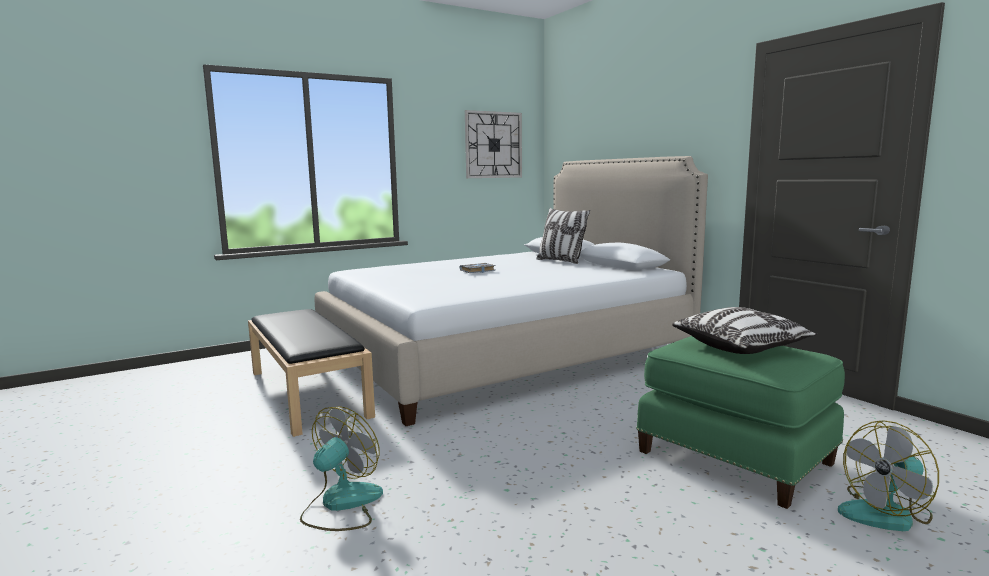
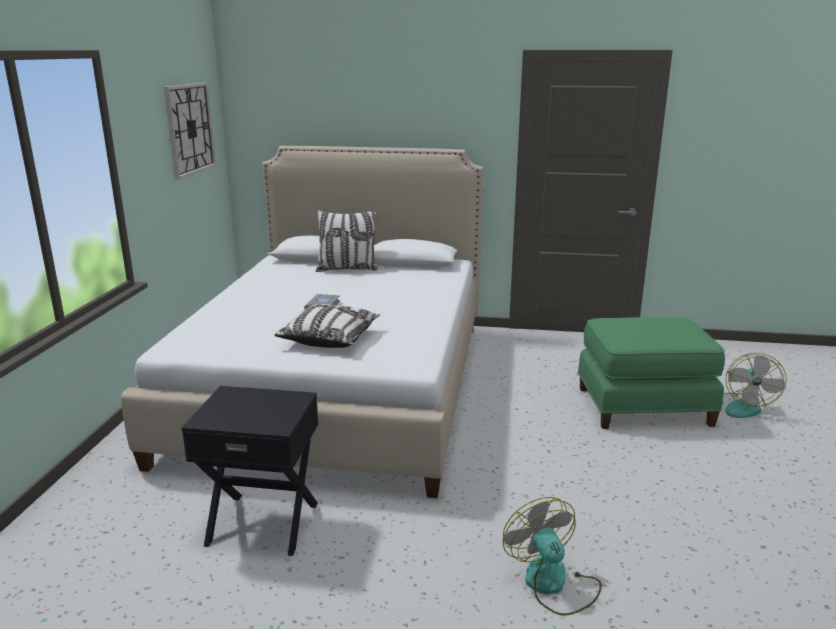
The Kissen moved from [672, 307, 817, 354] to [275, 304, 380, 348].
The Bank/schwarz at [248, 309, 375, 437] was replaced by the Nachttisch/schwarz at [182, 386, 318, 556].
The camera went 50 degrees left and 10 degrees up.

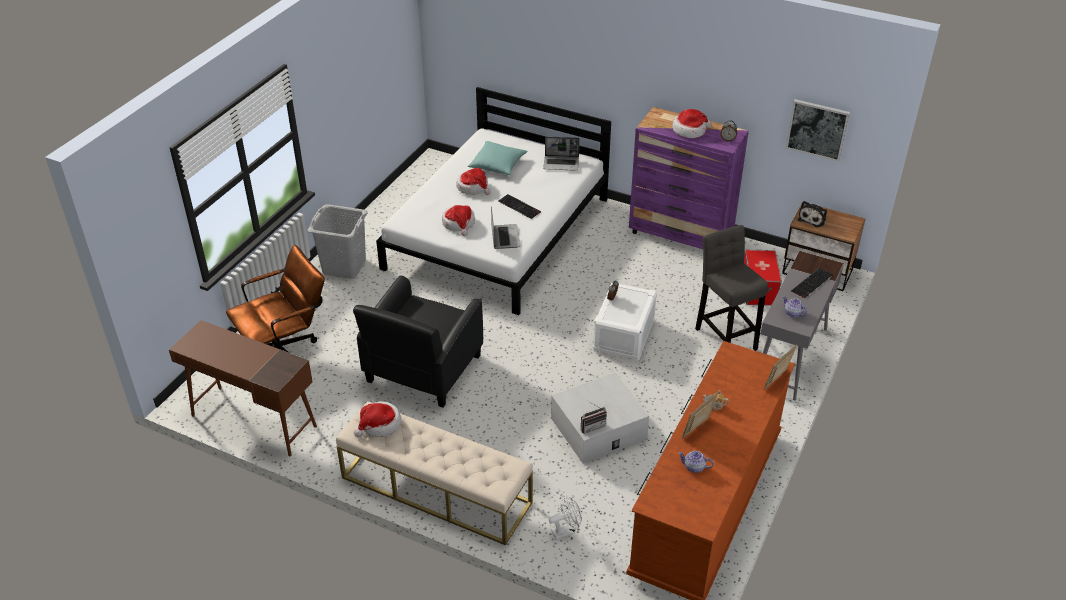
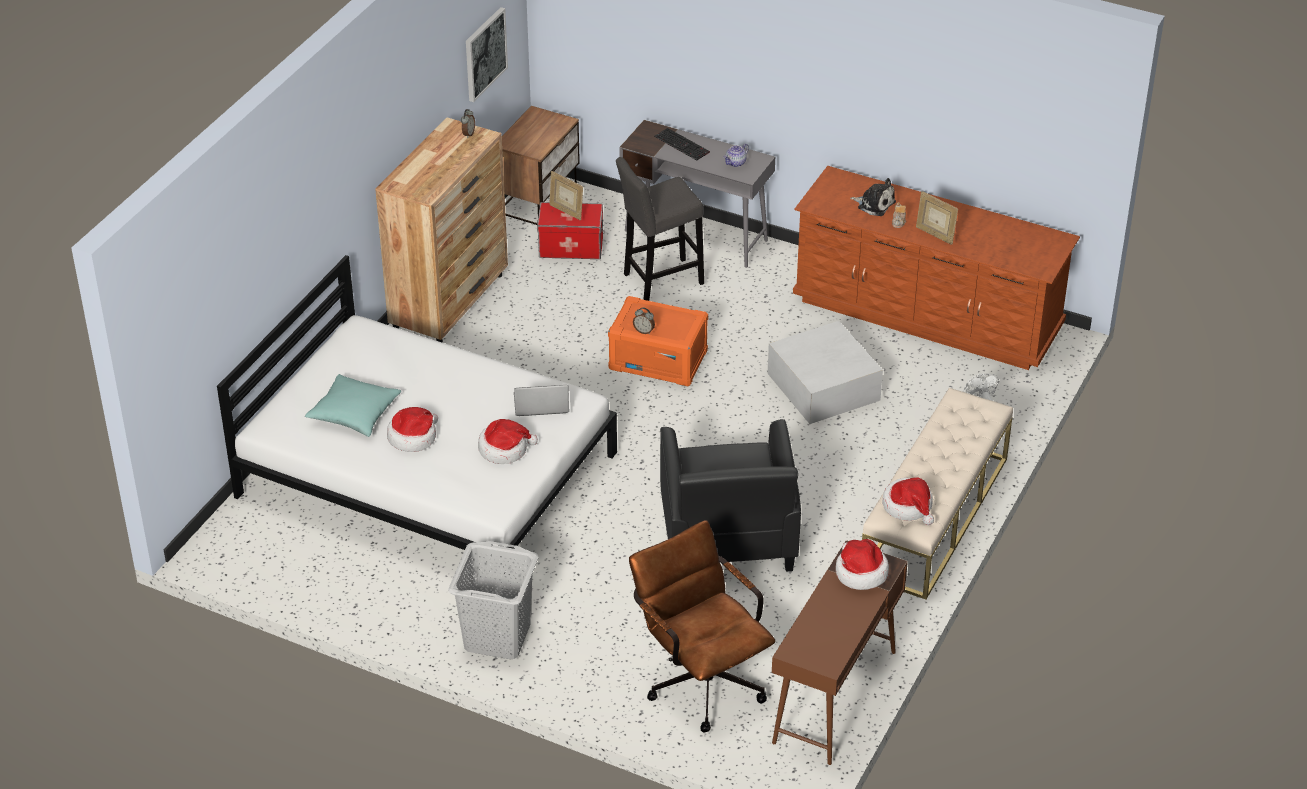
The Tastatur at [498, 194, 541, 219] disappeared.
The Laptop at [543, 136, 580, 171] disappeared.
The Radio at [581, 401, 607, 434] disappeared.
The Teekanne at [678, 451, 714, 473] disappeared.
The Hut moved from [672, 109, 712, 138] to [836, 539, 889, 590].
The Bilderrahmen moved from [764, 345, 797, 390] to [549, 171, 583, 220].
The Plüschtier moved from [798, 201, 827, 227] to [850, 178, 896, 216].
The Aufbewahrungsbox/weiß at [593, 283, 657, 361] became the Aufbewahrungsbox/orange at [608, 296, 708, 386].
The Kommode/lila at [629, 107, 749, 249] became the Kommode/braun at [375, 118, 508, 343].
The Sessel/schwarz at [353, 275, 483, 408] turned 60 degrees clockwise.
The camera went 90 degrees left and 0 degrees up.

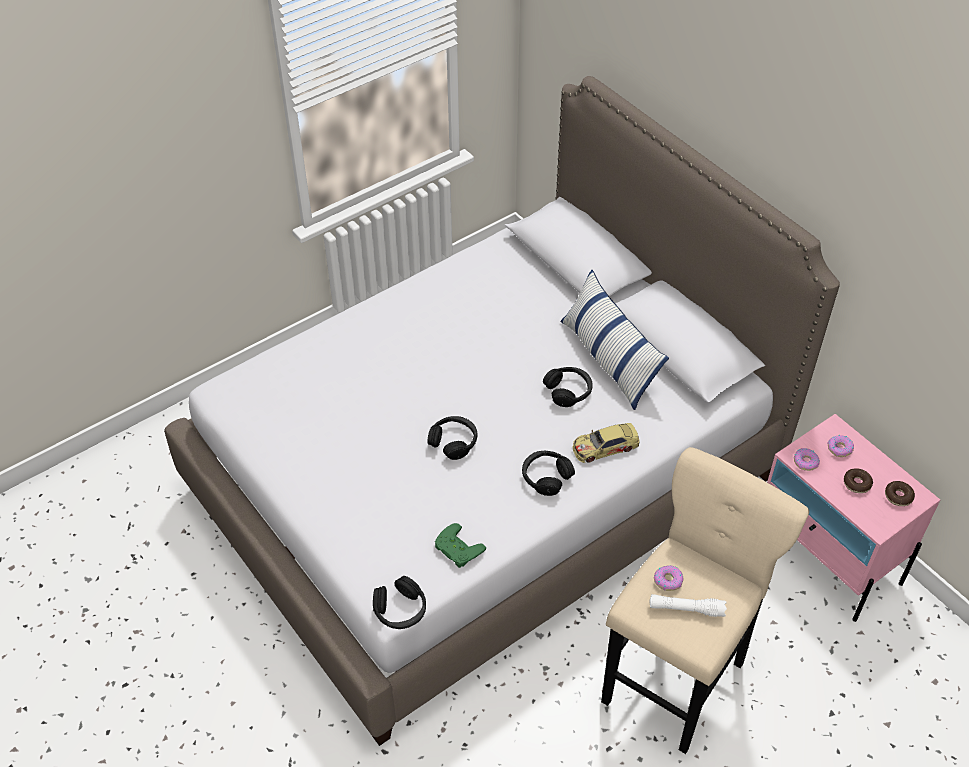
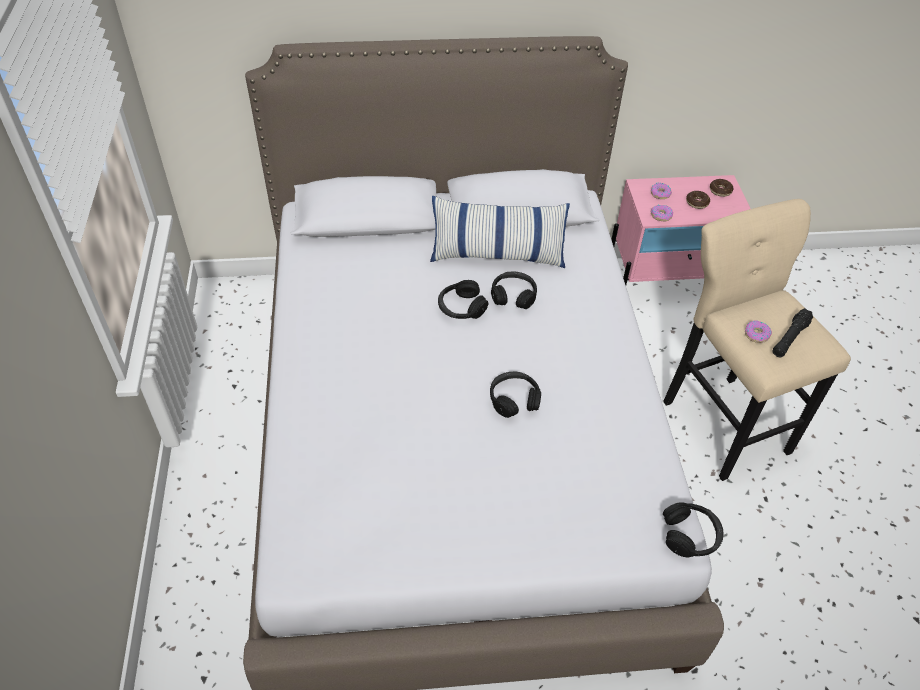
The Gamepad/grün at [435, 523, 486, 568] disappeared.
The Spielzeugauto at [572, 423, 640, 463] disappeared.
The Kopfhörer/schwarz moved from [522, 451, 575, 496] to [438, 280, 488, 319].
The Taschenlampe/weiß at [649, 594, 727, 617] became the Taschenlampe/schwarz at [773, 308, 813, 357].
The camera went 60 degrees left and 0 degrees up.

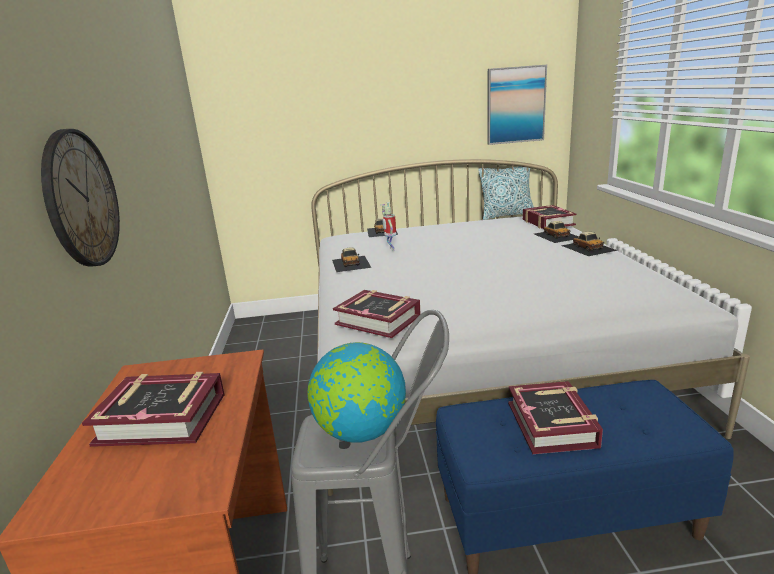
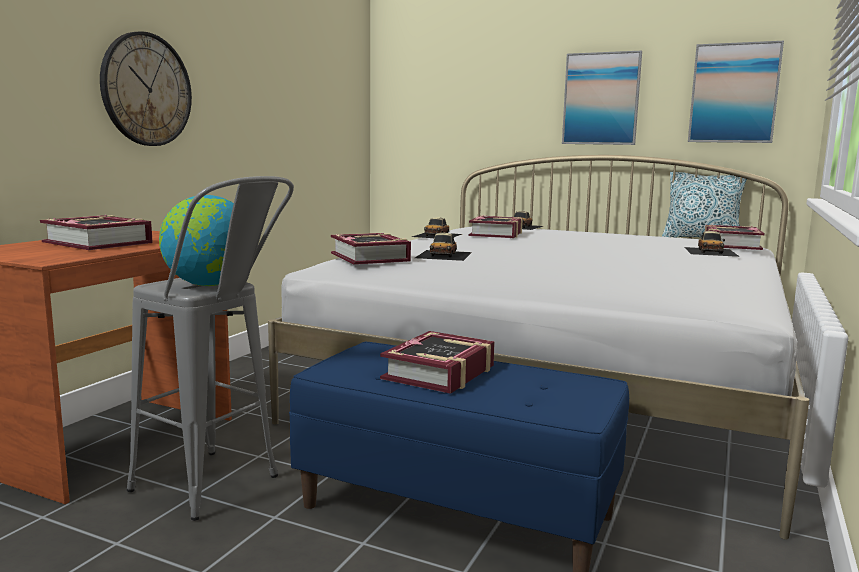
The Bild at [562, 51, 642, 145] appeared.
The Spielzeugauto moved from [561, 232, 618, 256] to [415, 233, 472, 261].
The Spielzeugroboter at [382, 202, 396, 251] was replaced by the Buch at [469, 215, 523, 238].
The camera went 30 degrees right and 10 degrees down.

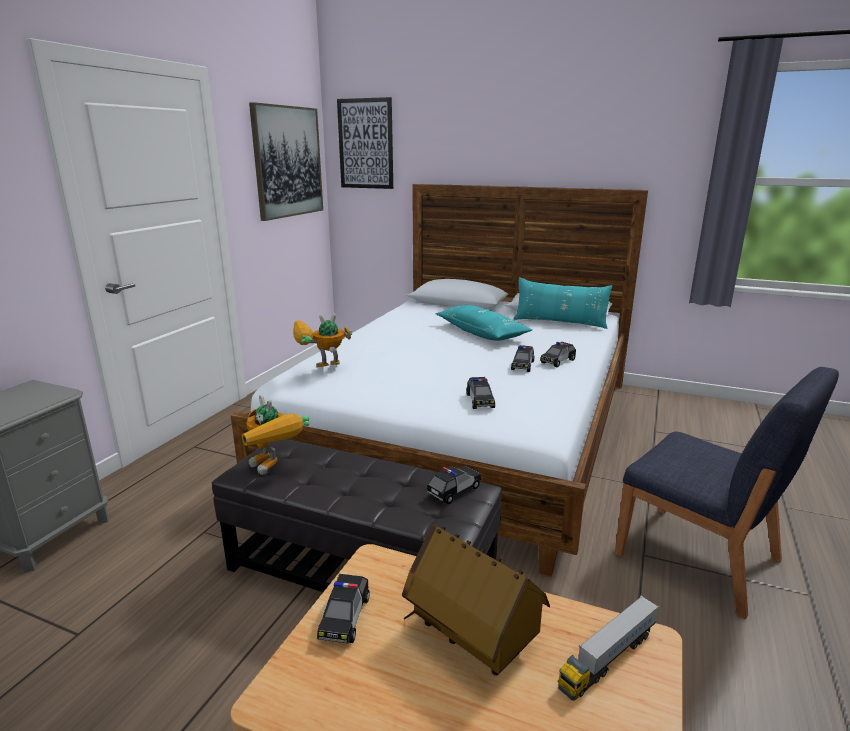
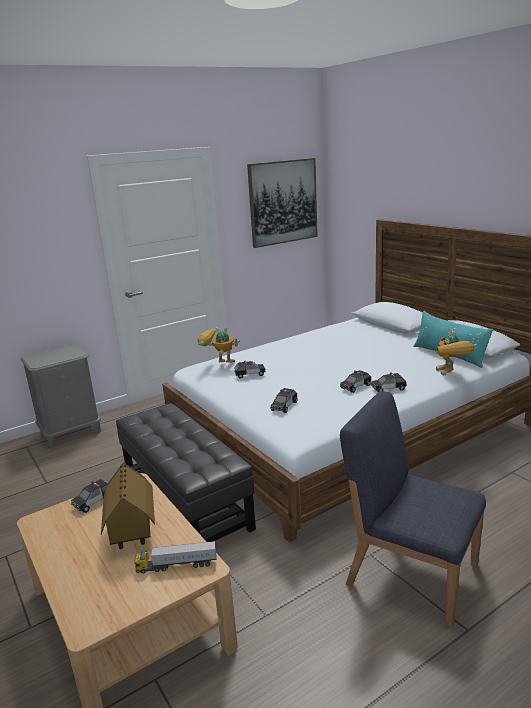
The Bild at [337, 97, 393, 189] disappeared.
The Kissen/türkis at [435, 305, 532, 341] disappeared.
The Spielzeugroboter moved from [242, 395, 310, 475] to [436, 328, 478, 375].
The Spielzeugauto moved from [427, 466, 481, 504] to [234, 360, 266, 379].
The Stuhl/blau at [615, 367, 839, 619] turned 135 degrees clockwise.
The camera went 35 degrees right and 0 degrees up.

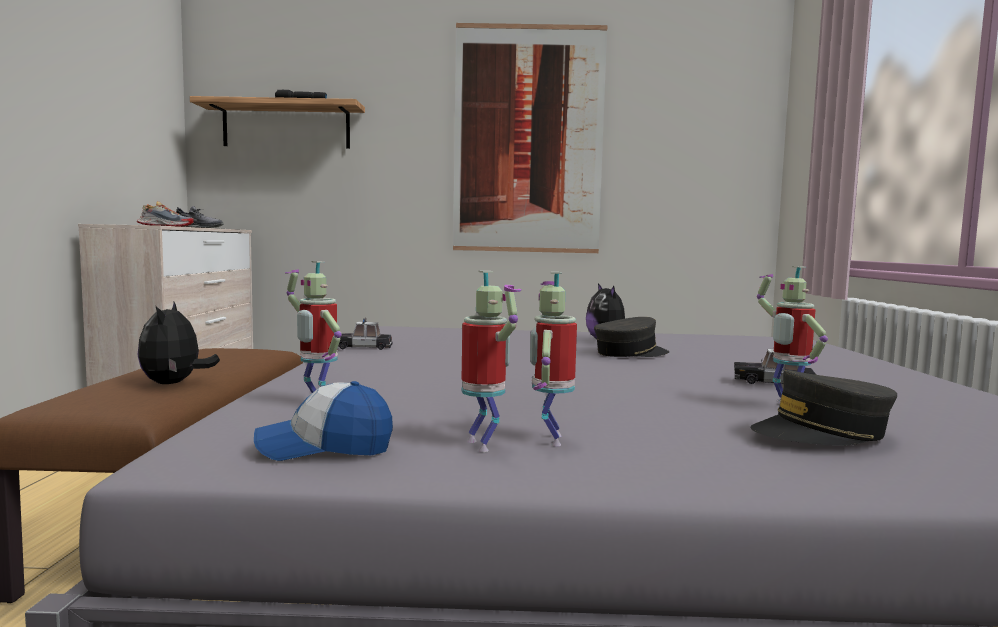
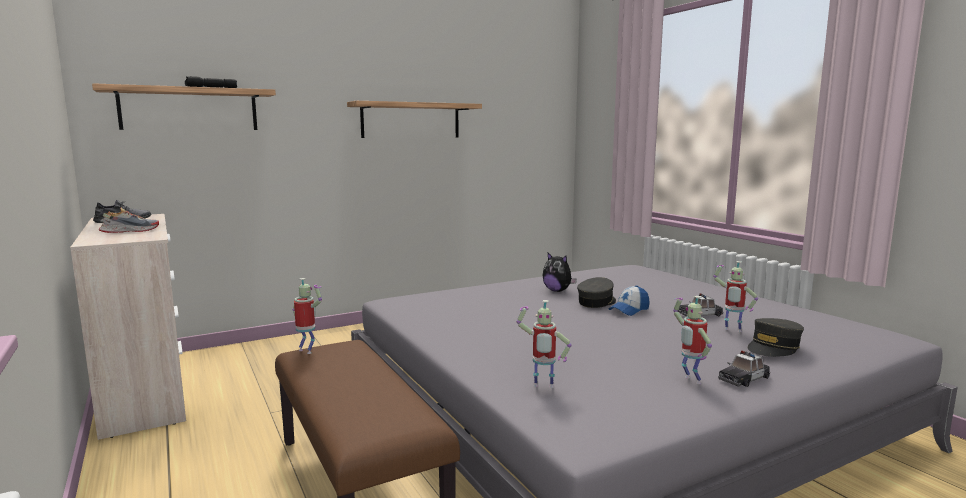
The Plüschtier at [138, 302, 220, 384] disappeared.
The Kappe moved from [254, 381, 393, 461] to [609, 285, 650, 316].
The Spielzeugauto moved from [338, 318, 393, 350] to [718, 351, 771, 387].
The Spielzeugroboter moved from [462, 271, 522, 452] to [292, 278, 322, 354].
The Bild at [453, 23, 607, 253] was replaced by the Wandregal at [347, 101, 482, 138].
The camera went 30 degrees left and 5 degrees up.

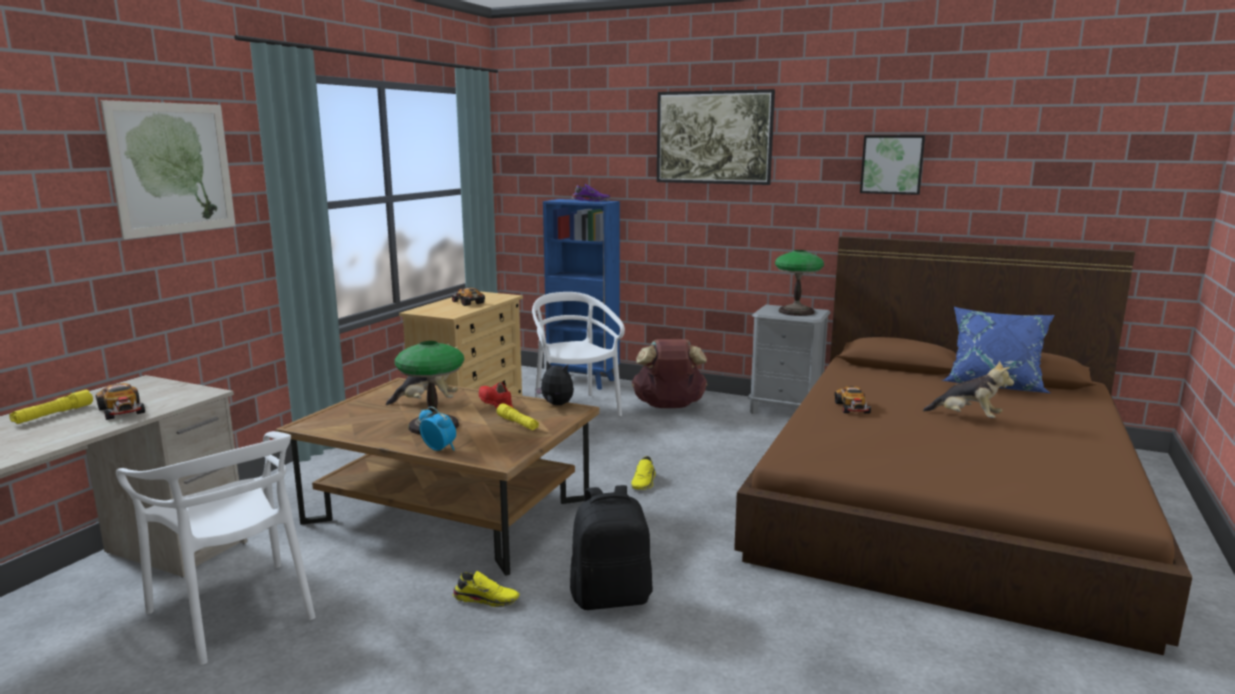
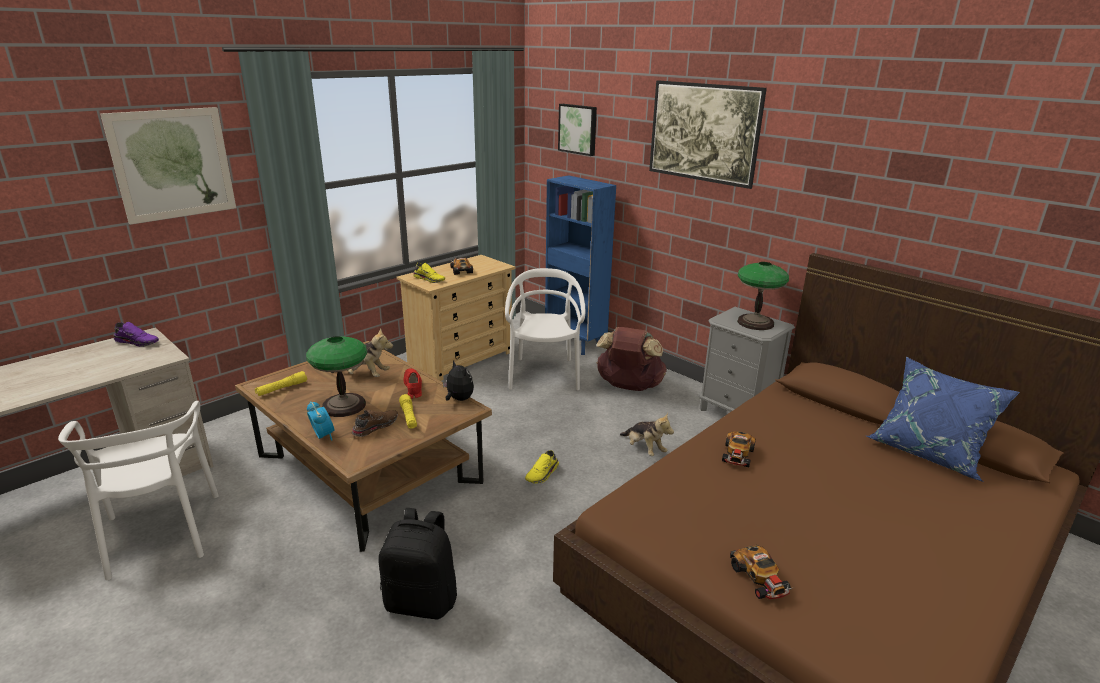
The Schuh/braun at [351, 410, 398, 437] appeared.
The Taschenlampe/gelb moved from [9, 390, 93, 424] to [255, 371, 307, 396].
The Spielzeugauto moved from [96, 383, 145, 420] to [730, 545, 792, 599].
The Schuh/gelb moved from [453, 571, 520, 607] to [413, 263, 445, 283].
The Schuh/lila moved from [572, 184, 610, 202] to [113, 322, 159, 347].
The Bild moved from [860, 135, 925, 195] to [558, 104, 597, 156].
The Plüschtier moved from [923, 360, 1014, 418] to [620, 413, 674, 456].
The camera went 20 degrees right and 10 degrees up.

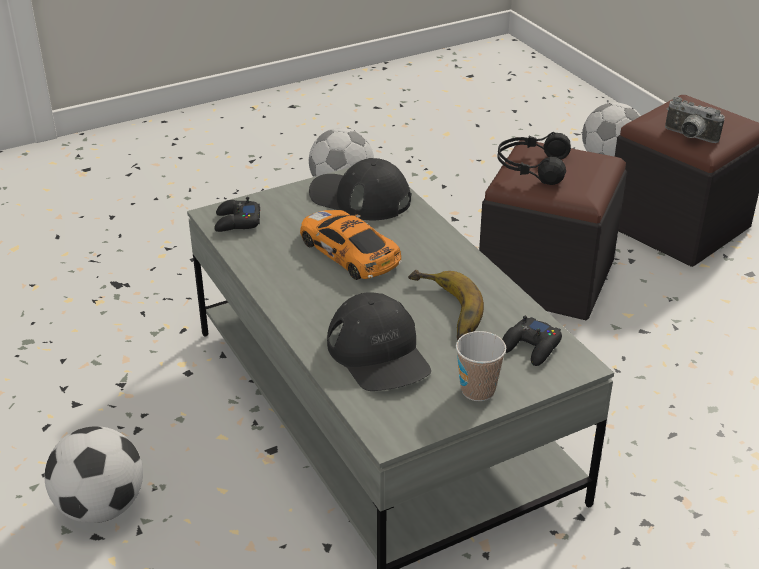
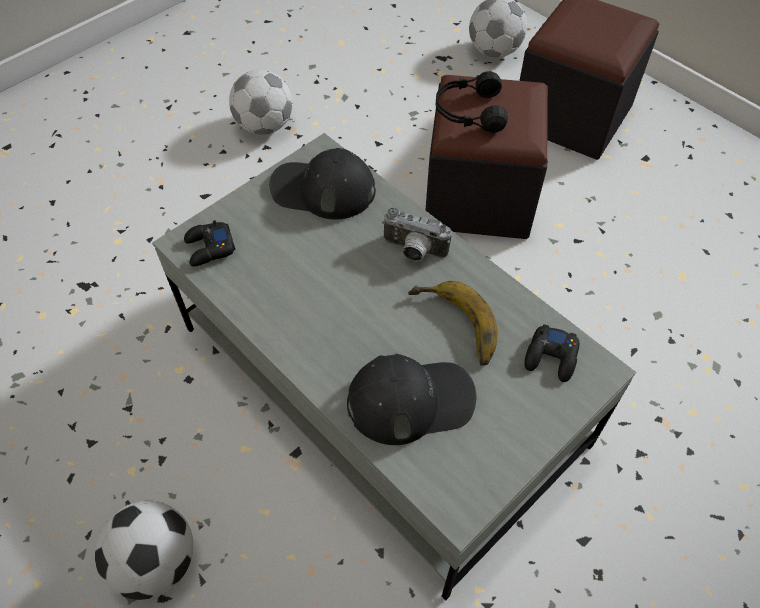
The Spielzeugauto at [300, 210, 402, 280] disappeared.
The Tasse at [456, 331, 506, 401] disappeared.
The Kamera moved from [665, 97, 725, 143] to [382, 208, 452, 262].
The Kappe/schwarz at [327, 292, 431, 391] turned 60 degrees counterclockwise.
The camera went 15 degrees left and 20 degrees up.

